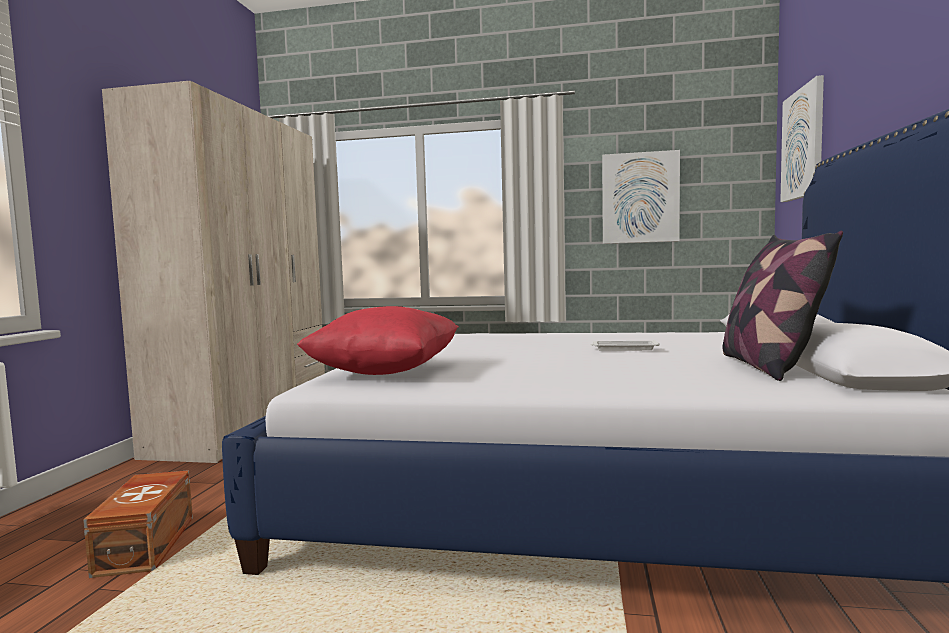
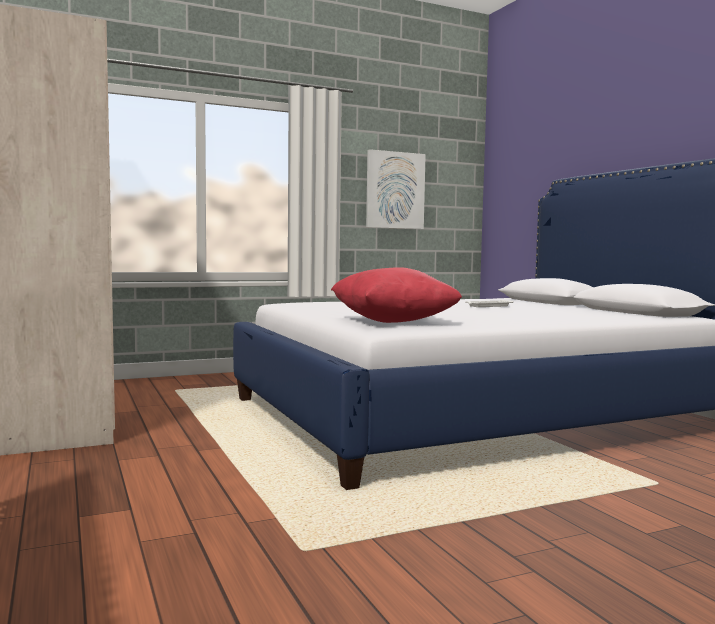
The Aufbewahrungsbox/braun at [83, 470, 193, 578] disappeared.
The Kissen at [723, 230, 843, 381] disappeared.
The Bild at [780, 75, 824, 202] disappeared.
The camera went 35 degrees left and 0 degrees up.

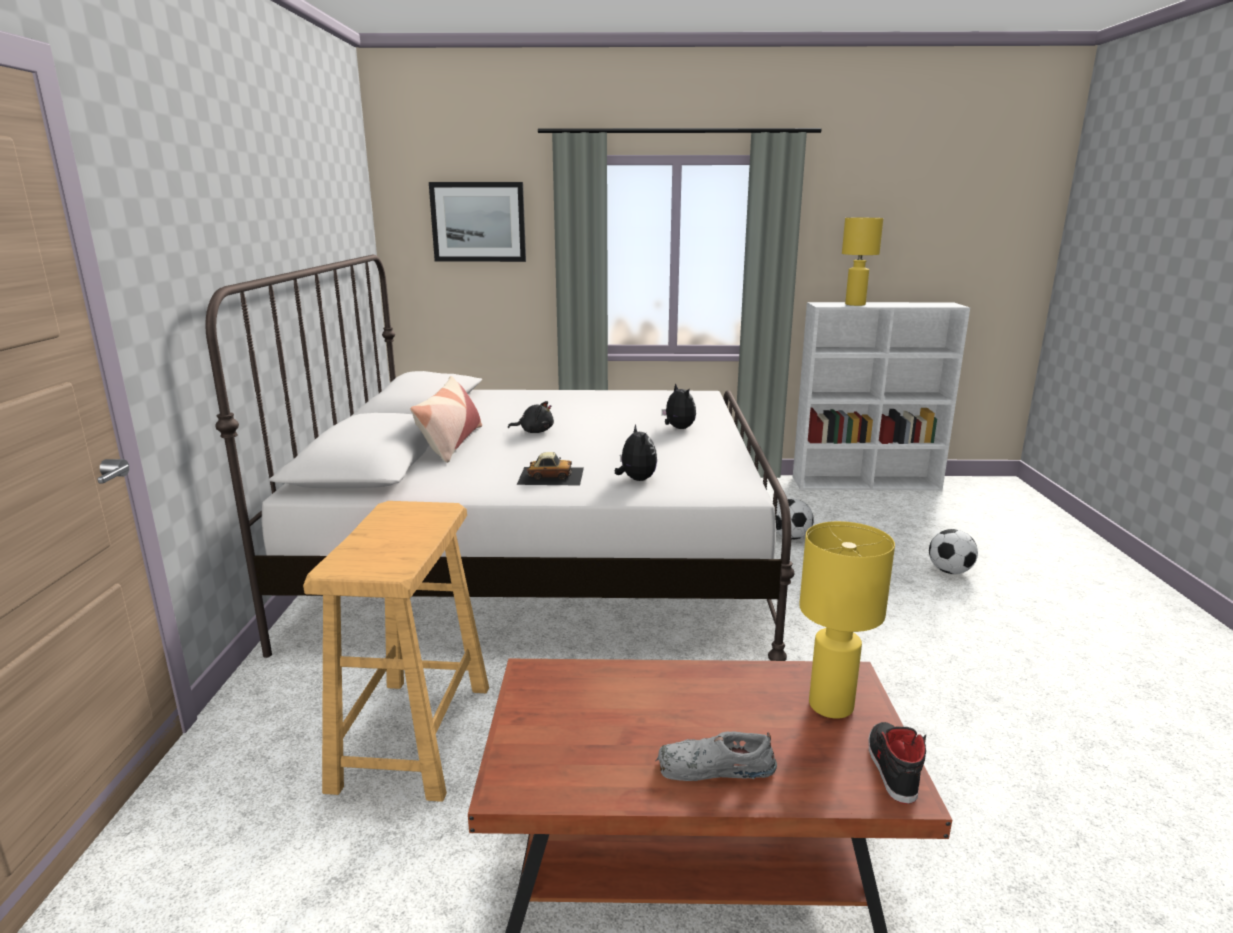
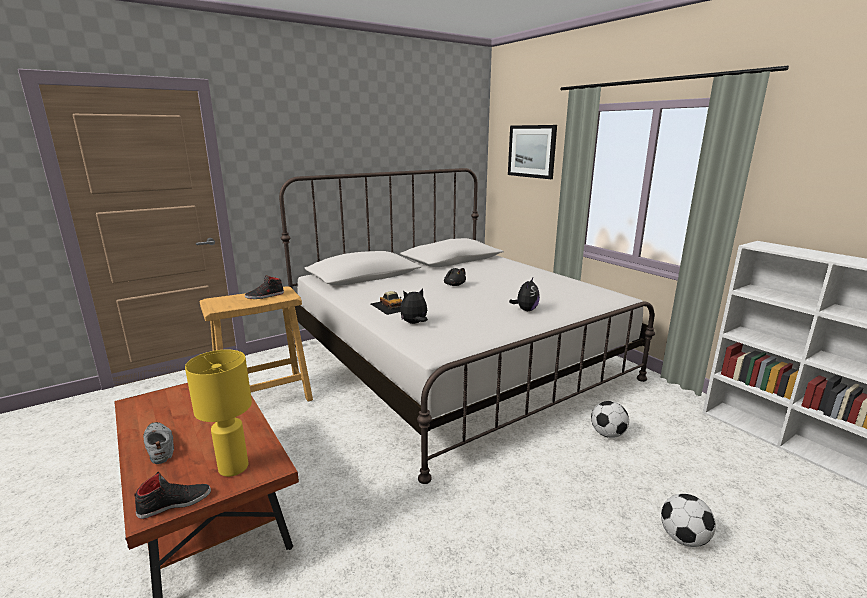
The Kissen at [410, 376, 482, 463] disappeared.
The Tischlampe/gelb at [842, 218, 884, 306] disappeared.
The Schuh/schwarz at [245, 275, 284, 299] appeared.
The Plüschtier at [615, 425, 657, 481] turned 150 degrees counterclockwise.
The camera went 55 degrees right and 0 degrees up.

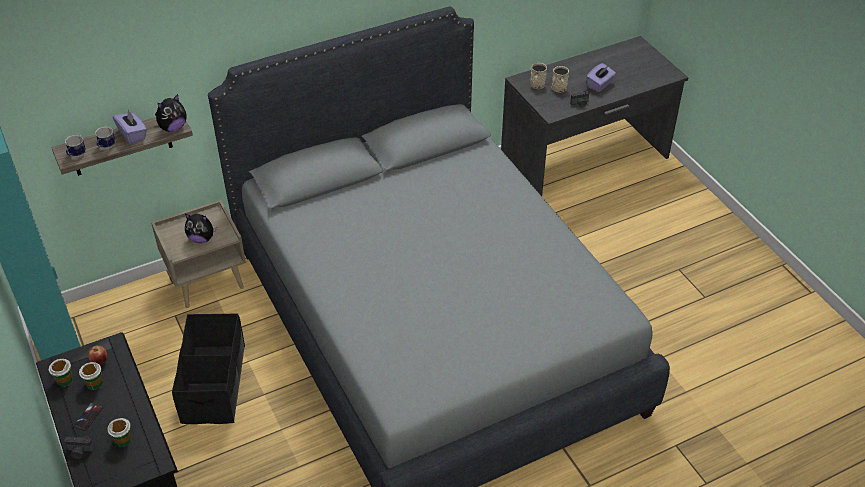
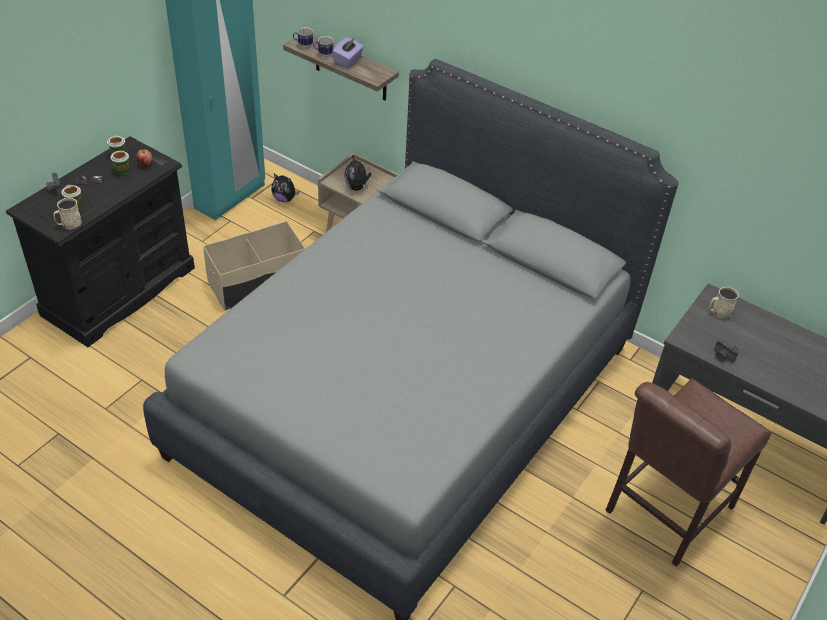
The Taschentuchbox/lila at [586, 63, 616, 92] disappeared.
The Stuhl/braun at [605, 378, 772, 566] appeared.
The Plüschtier moved from [155, 94, 187, 132] to [271, 174, 300, 202].
The Henkelbecher/beige moved from [552, 66, 569, 93] to [53, 197, 82, 230].
The Aufbewahrungsbox/schwarz at [172, 314, 245, 424] became the Aufbewahrungsbox/beige at [203, 221, 306, 310].
The camera went 60 degrees right and 0 degrees up.

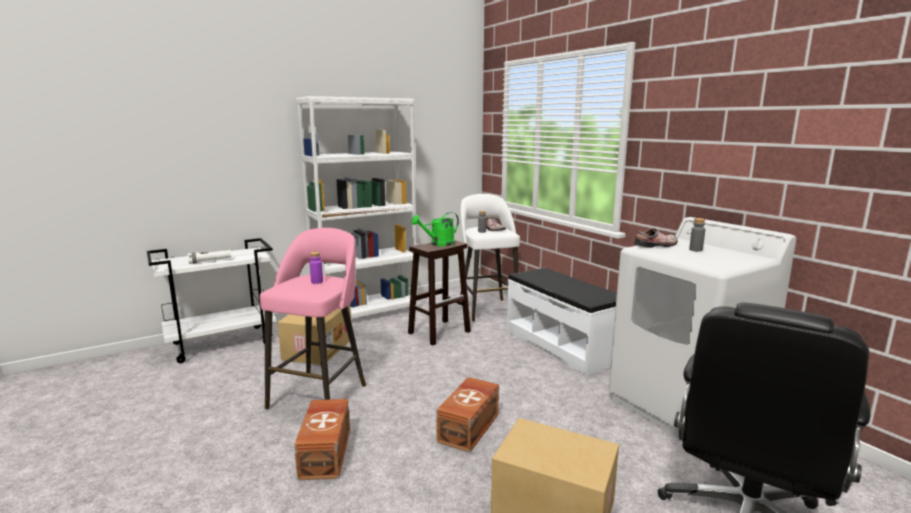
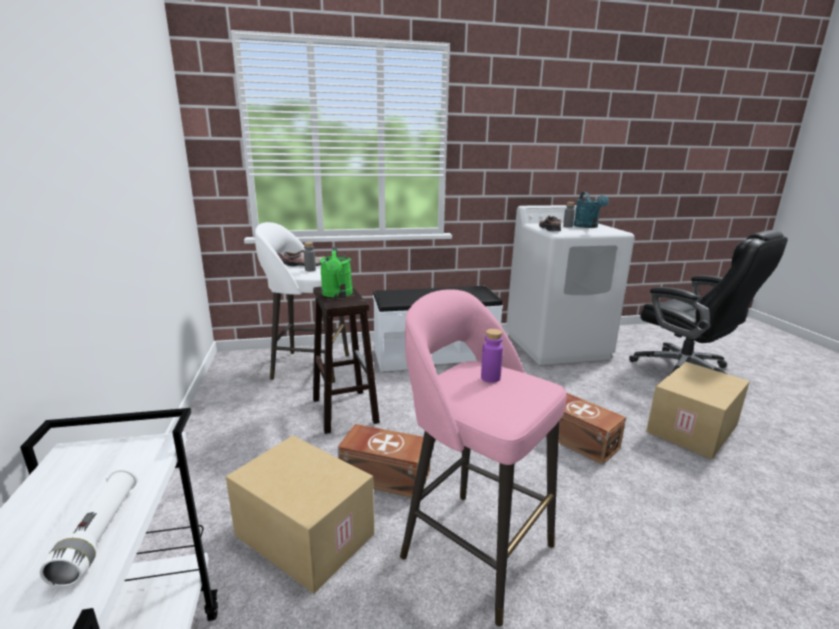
The Bücherregal/weiß at [296, 96, 418, 319] disappeared.
The Gießkanne/türkis at [573, 192, 609, 228] appeared.
The Aufbewahrungsbox/braun moved from [294, 399, 350, 480] to [338, 424, 430, 498].
The camera went 70 degrees left and 5 degrees up.

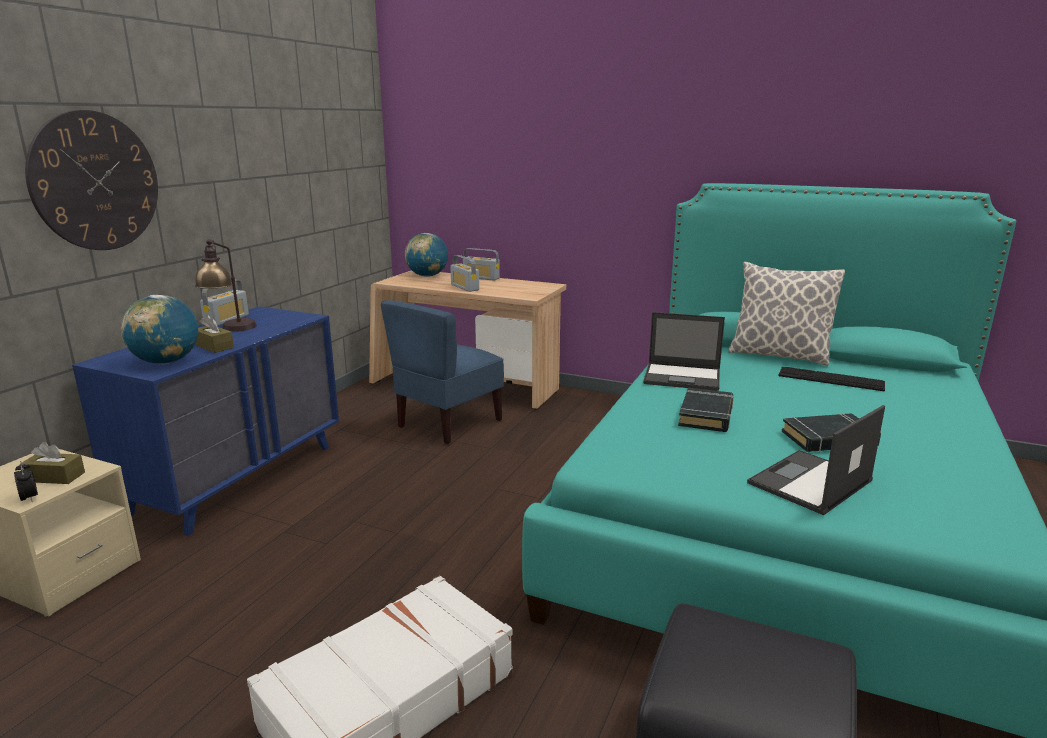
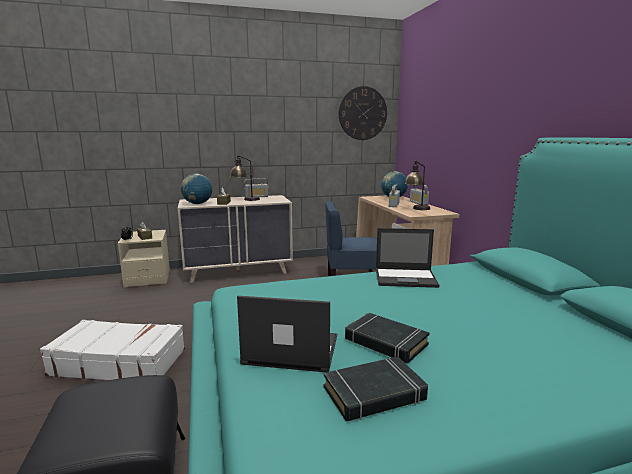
The Kissen at [728, 262, 845, 366] disappeared.
The Tastatur at [779, 367, 885, 392] disappeared.
The Tischlampe at [405, 160, 430, 210] appeared.
The Wanduhr moved from [25, 110, 158, 250] to [339, 86, 387, 140].
The Buch/schwarz moved from [678, 388, 734, 432] to [324, 356, 428, 422].
The Kommode/blau at [72, 306, 339, 536] became the Kommode/beige at [178, 195, 293, 283].
The Laptop at [643, 312, 725, 391] turned 60 degrees counterclockwise.
The camera went 50 degrees right and 5 degrees down.

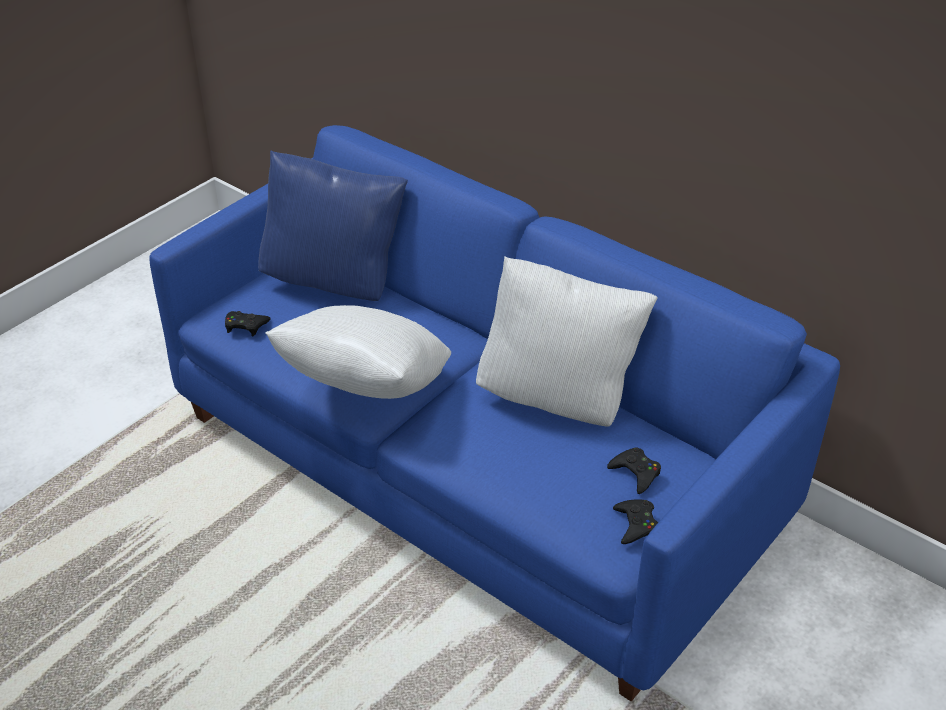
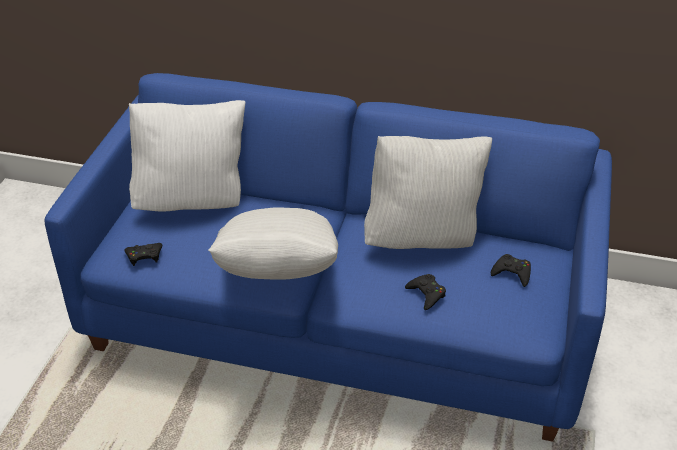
The Gamepad/schwarz moved from [613, 500, 658, 544] to [405, 274, 446, 310].
The Kissen/blau at [258, 151, 408, 301] became the Kissen/weiß at [129, 100, 246, 212].
The camera went 25 degrees left and 0 degrees up.

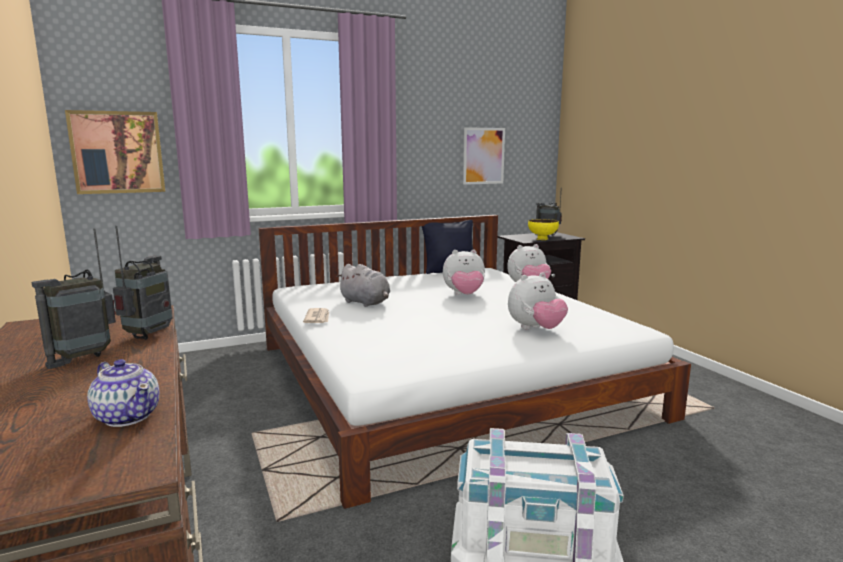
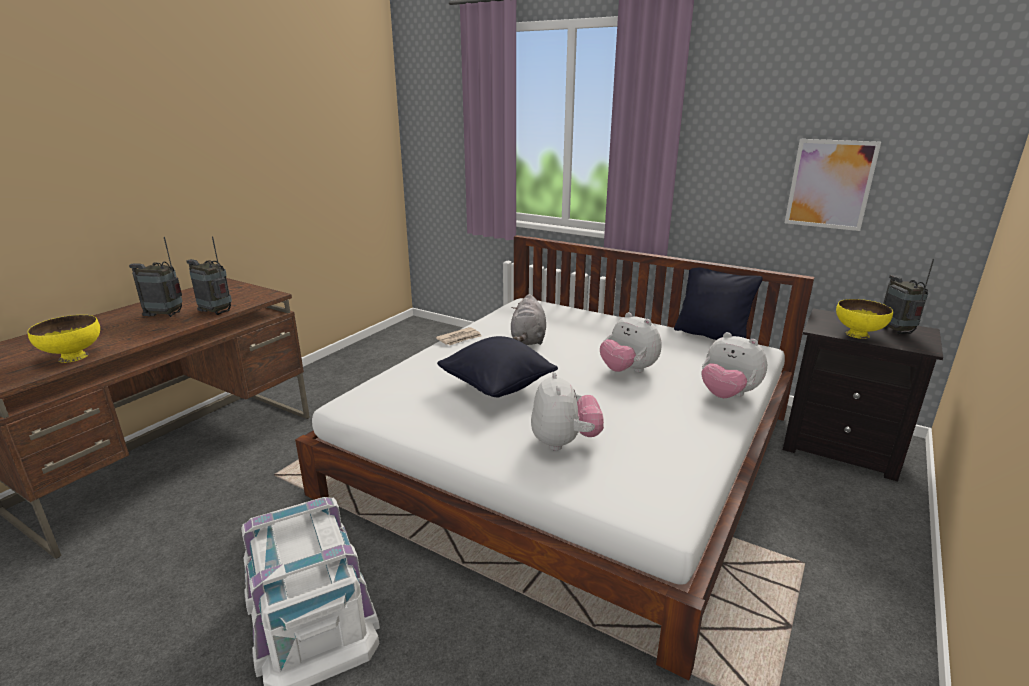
The Bild at [65, 110, 165, 194] disappeared.
The Kissen/schwarz at [437, 336, 558, 397] appeared.
The Teekanne at [87, 359, 159, 427] was replaced by the Schüssel/gelb at [28, 315, 100, 363].
The Radio at [113, 226, 173, 340] turned 135 degrees counterclockwise.
The Plüschtier at [508, 272, 568, 329] turned 120 degrees counterclockwise.
The camera went 55 degrees right and 10 degrees up.

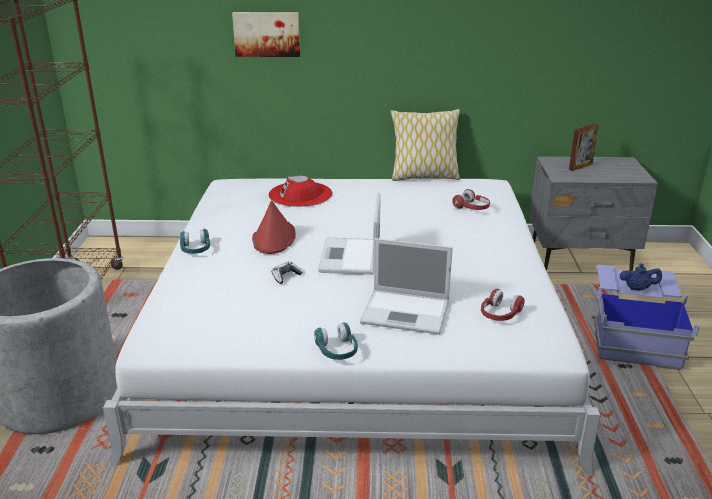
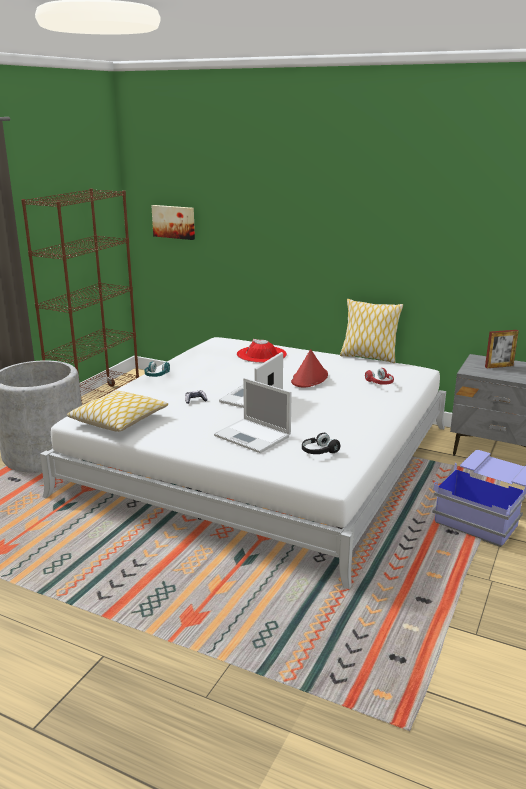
The Kopfhörer/türkis at [314, 322, 358, 360] disappeared.
The Teekanne/blau at [620, 264, 662, 290] disappeared.
The Kissen at [67, 390, 168, 432] appeared.
The Bild moved from [232, 12, 300, 57] to [151, 205, 195, 240].
The Hut/rot moved from [252, 200, 296, 254] to [291, 349, 328, 387].
The Kopfhörer/rot at [481, 289, 525, 321] became the Kopfhörer/schwarz at [302, 433, 340, 454].
The camera went 25 degrees right and 5 degrees down.

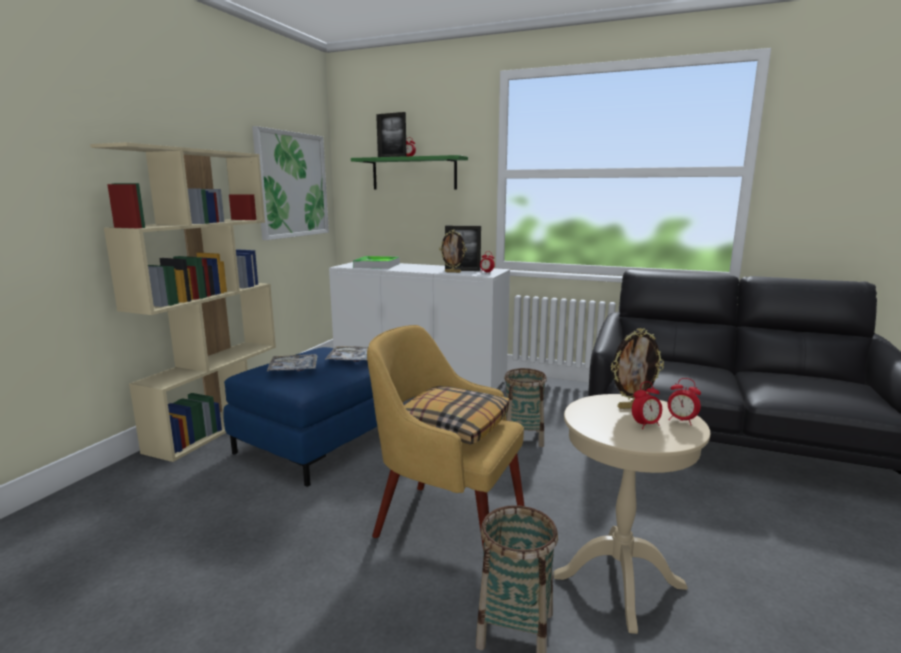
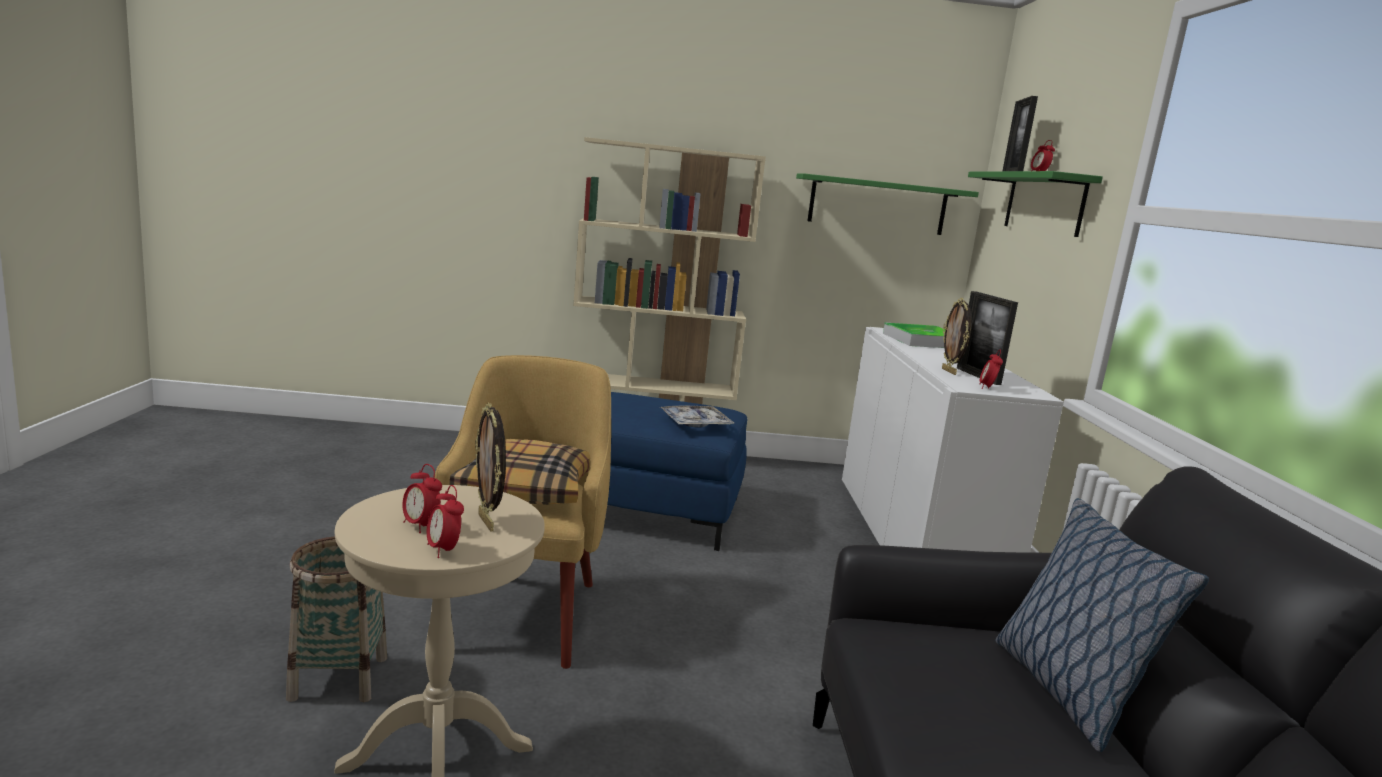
The Tablett at [267, 354, 318, 371] disappeared.
The Korb at [504, 368, 547, 447] disappeared.
The Kissen at [996, 498, 1209, 752] appeared.
The Bild at [252, 126, 329, 240] was replaced by the Wandregal/grün at [796, 173, 979, 235].
The Wecker at [668, 378, 701, 425] turned 45 degrees counterclockwise.
The camera went 65 degrees right and 0 degrees up.

